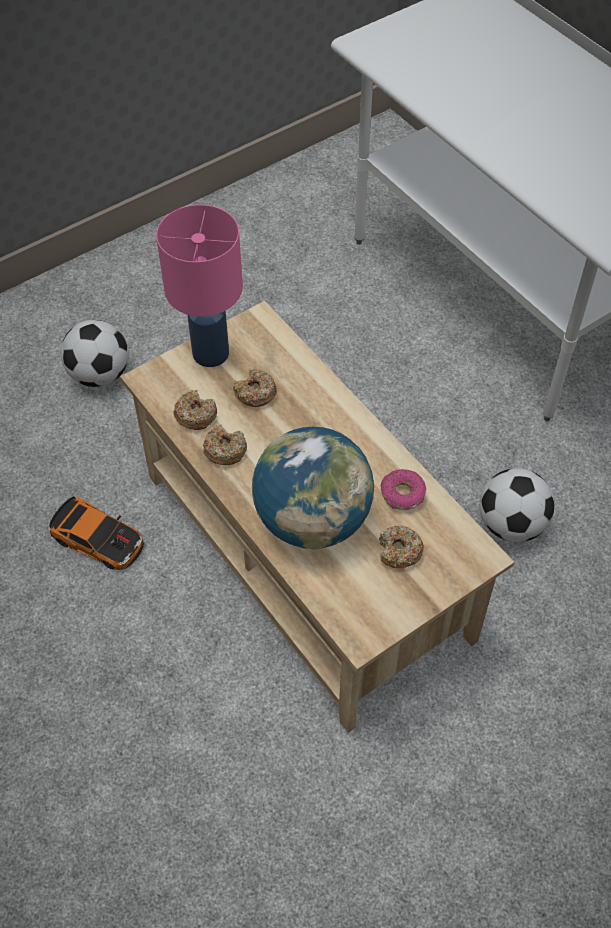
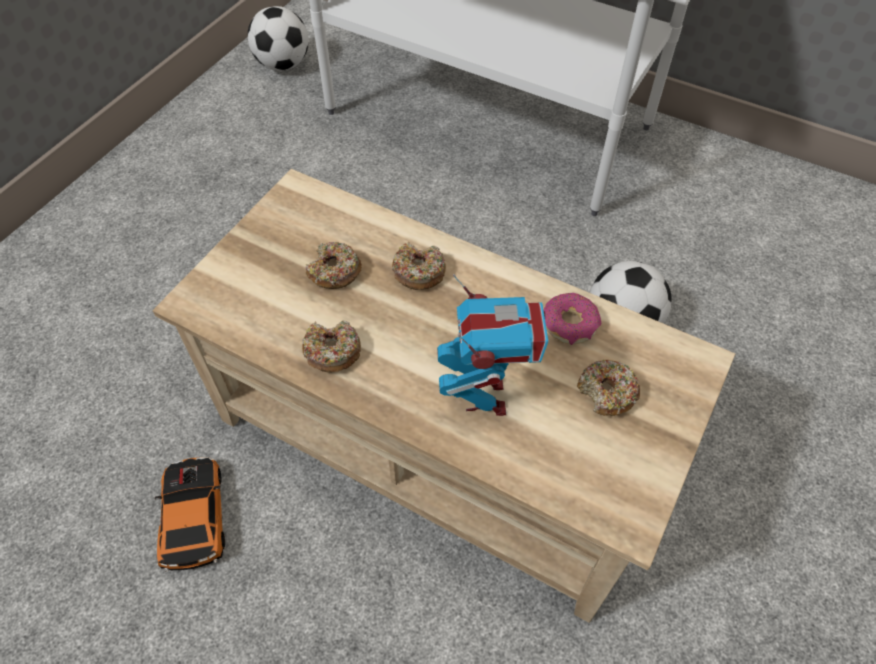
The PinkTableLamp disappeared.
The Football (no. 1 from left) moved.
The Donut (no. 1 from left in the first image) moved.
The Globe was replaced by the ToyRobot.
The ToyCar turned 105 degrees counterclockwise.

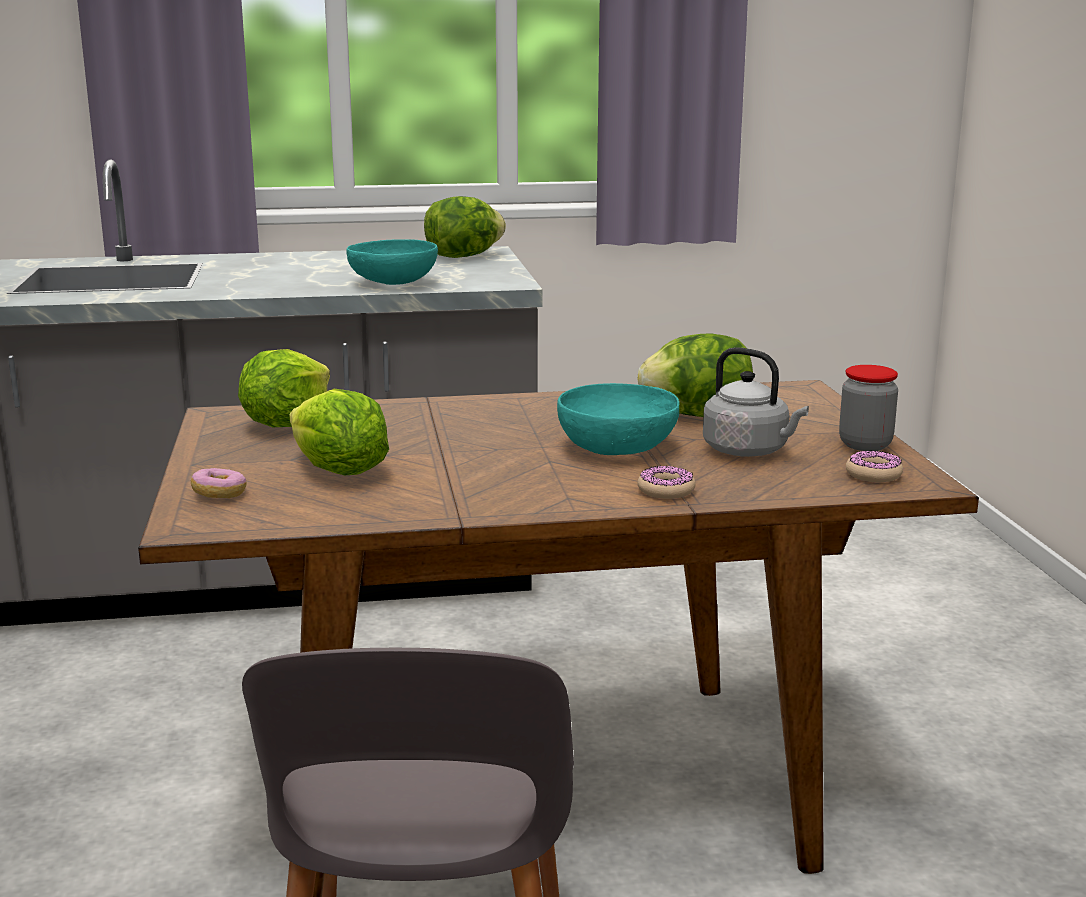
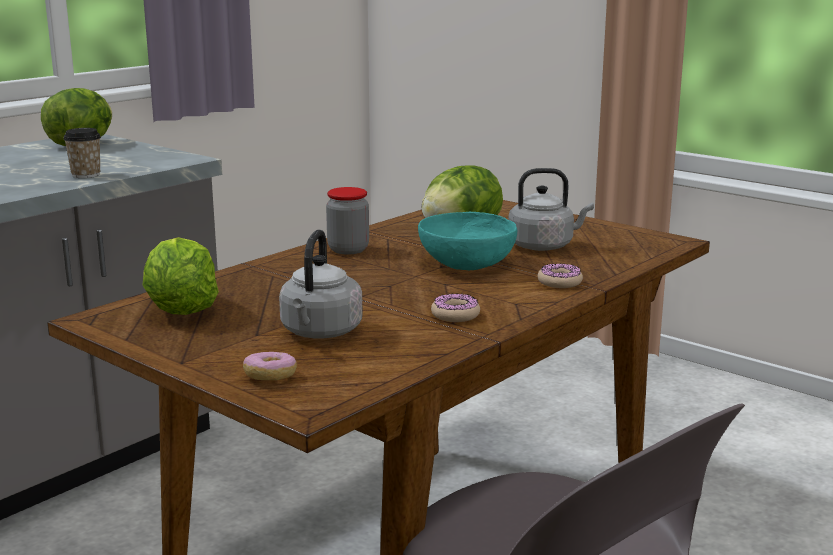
The Jar moved.
The Donut (no. 3 from left in the first image) moved.
The Lettuce (no. 2 from left) was replaced by the GreyKettle (no. 1 from left).
The TurquoiseBowl (no. 1 from left) was replaced by the Cup.

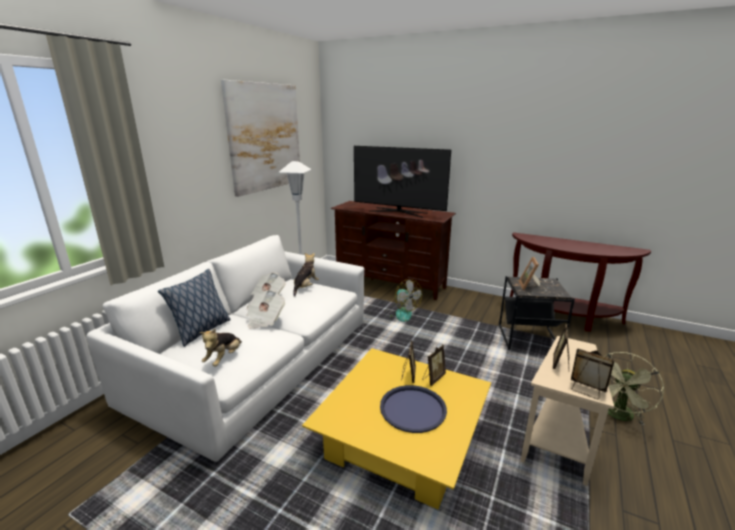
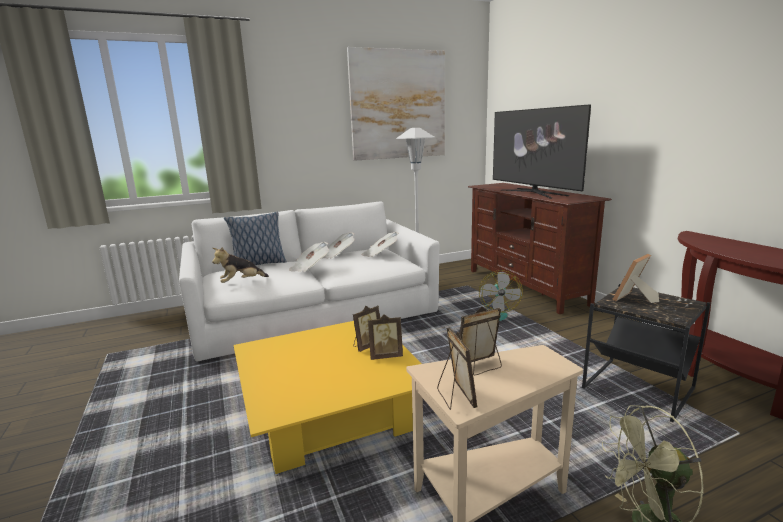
The BlueTray disappeared.
The PlushToy (no. 2 from left) was replaced by the Newspaper (no. 3 from left).

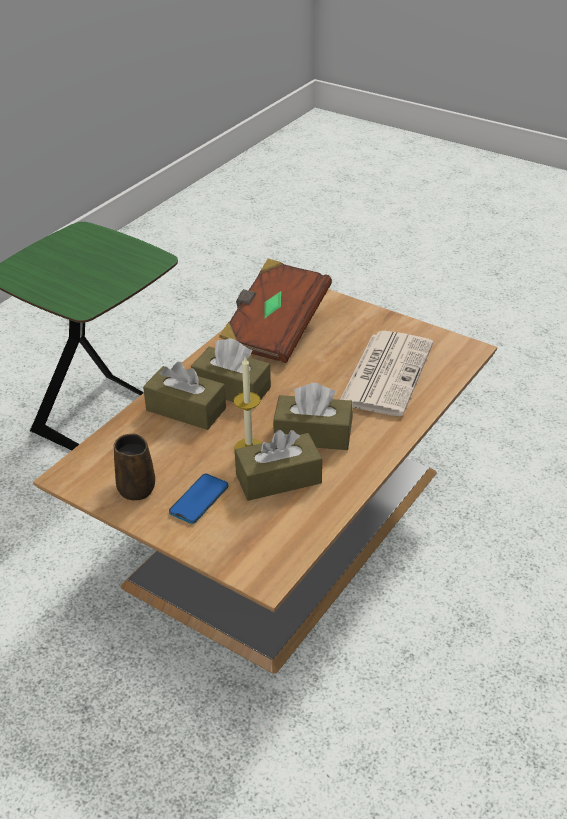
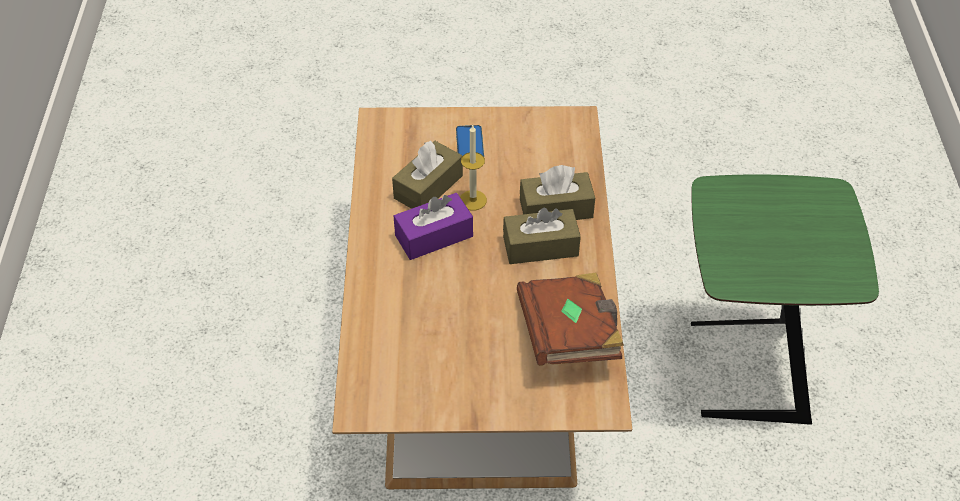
The BrownMug disappeared.
The Newspaper disappeared.
The BrownTissueBox (no. 4 from left) became the PurpleTissueBox.

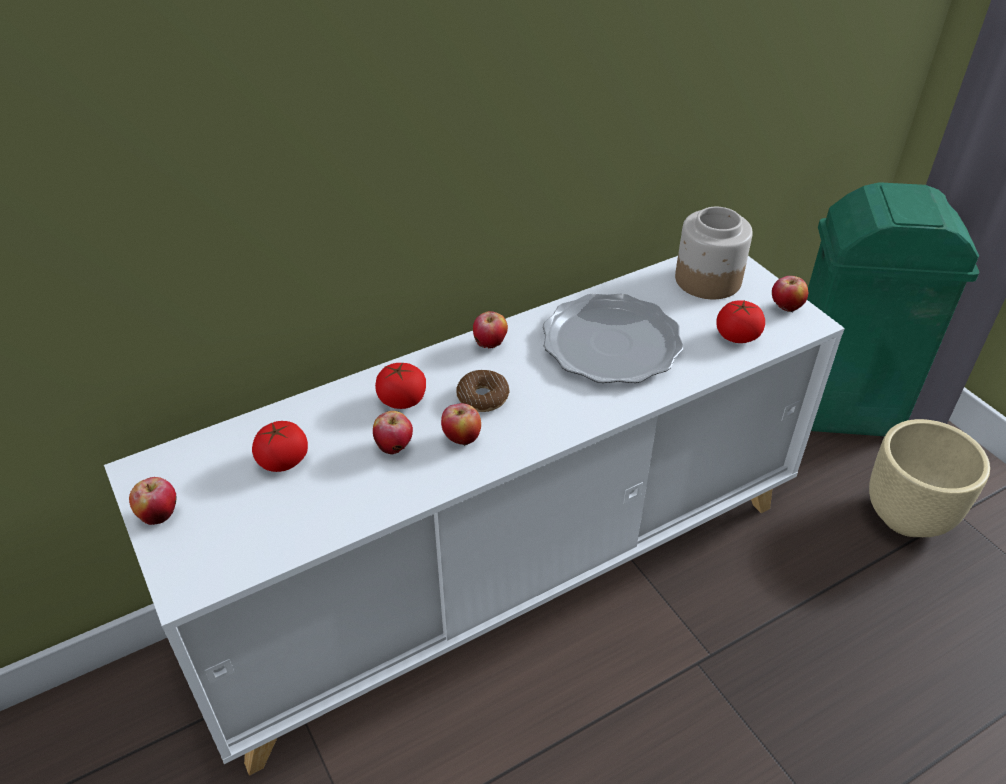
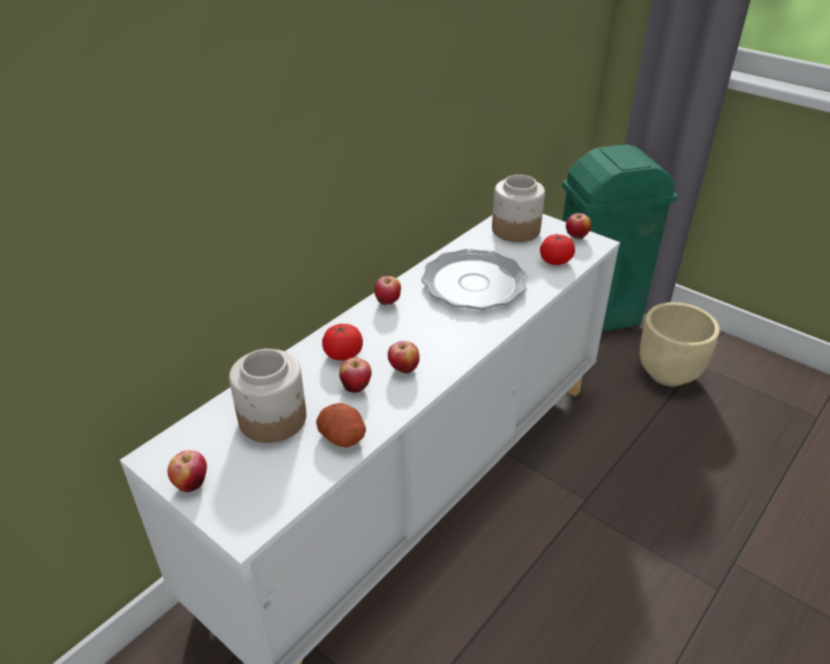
The Donut disappeared.
The Potato appeared.
The Tomato (no. 1 from left) was replaced by the Jar (no. 1 from left).

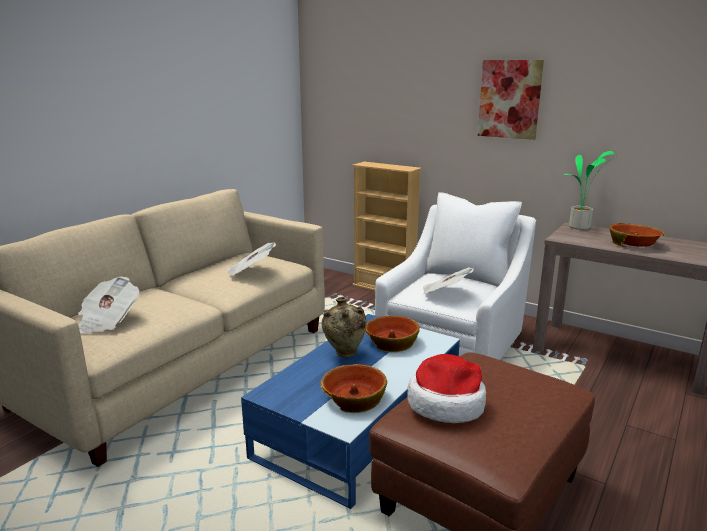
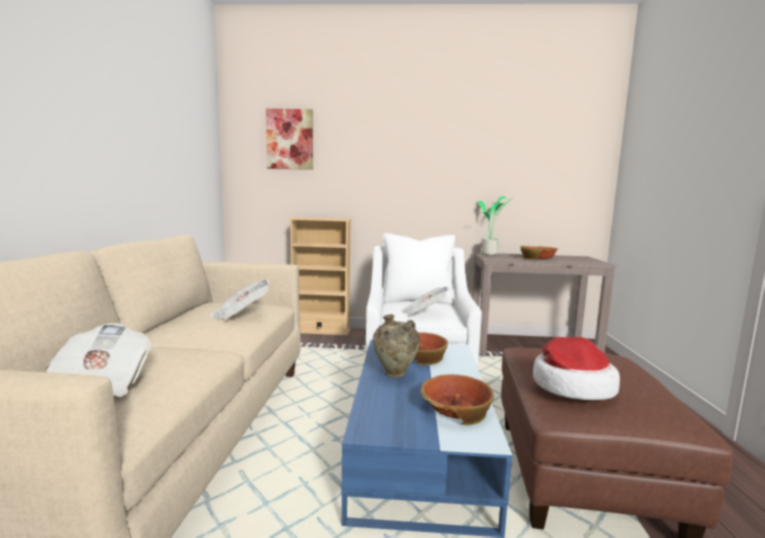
The Picture moved.

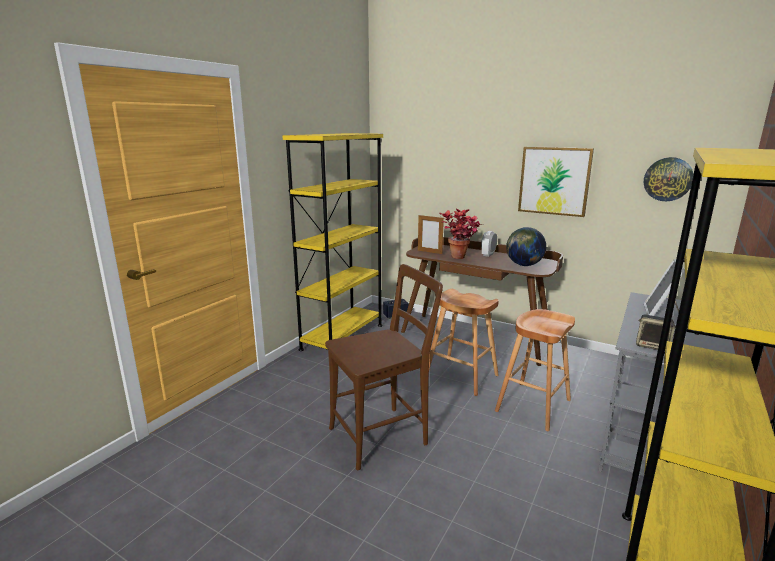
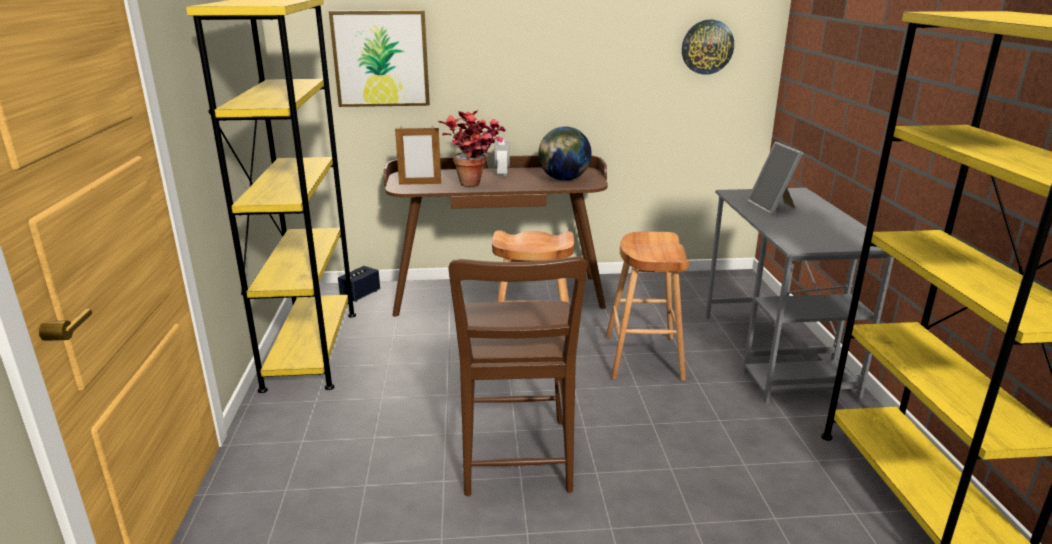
The Speaker (no. 2 from left) disappeared.
The Picture moved.
The BrownChair turned 150 degrees clockwise.

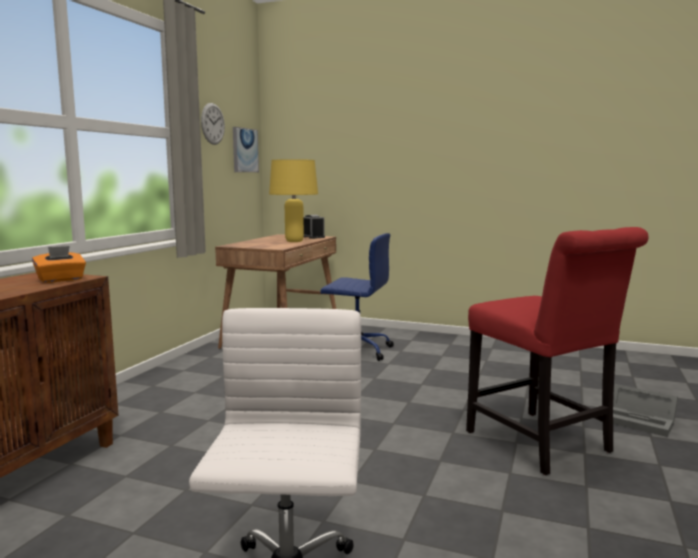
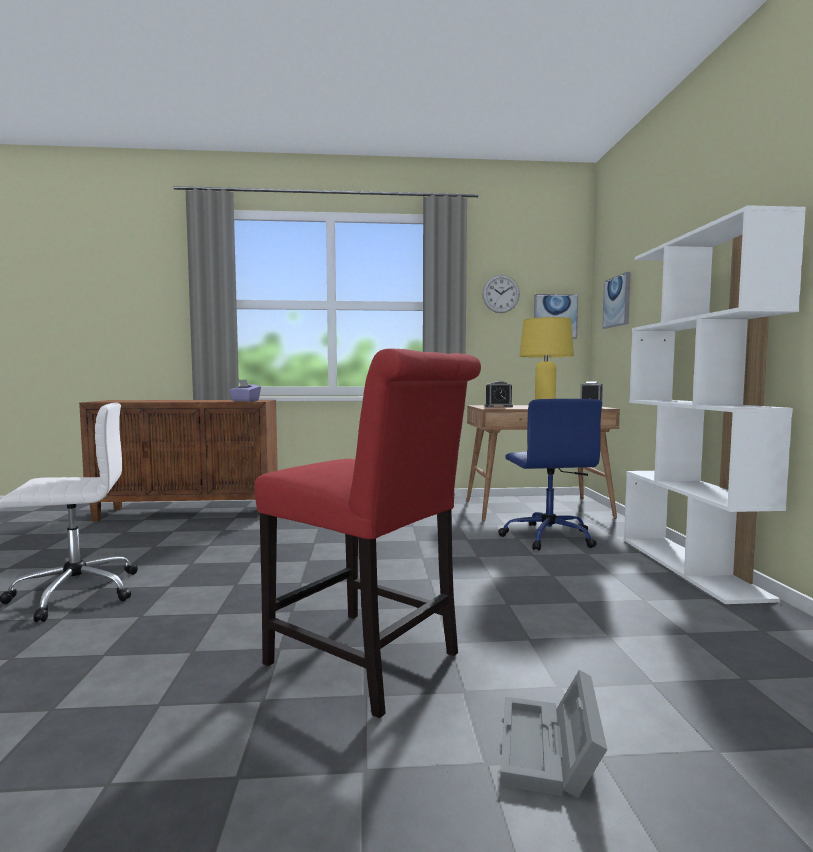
The AlarmClock (no. 1 from left) appeared.
The Picture (no. 2 from left) appeared.
The WhiteBookcase appeared.
The OrangeTissueBox became the PurpleTissueBox.
The RedChair turned 90 degrees counterclockwise.

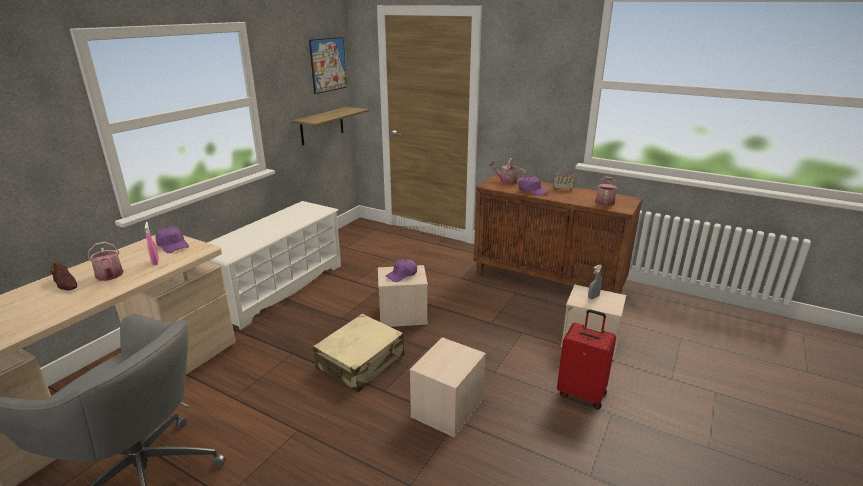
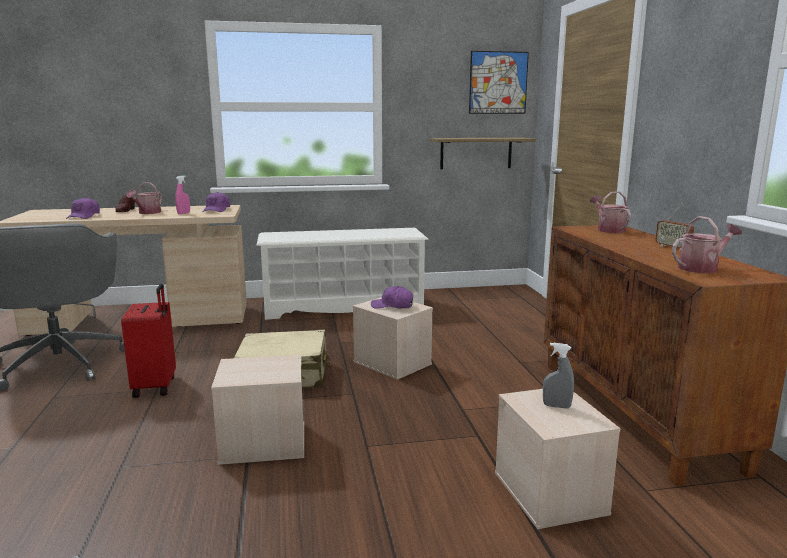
The PurpleCap (no. 3 from left in the first image) moved.
The RedSuitcase moved.

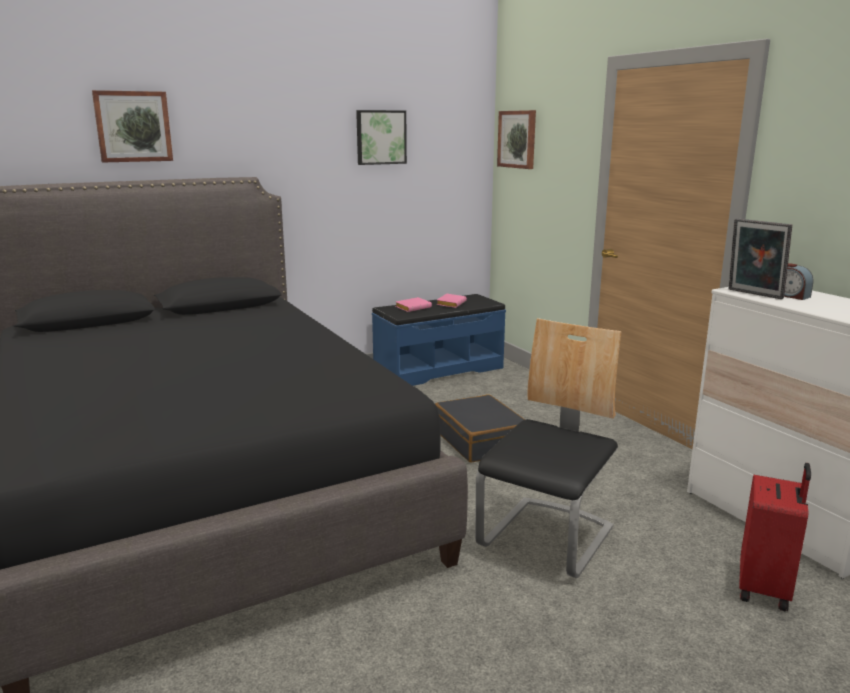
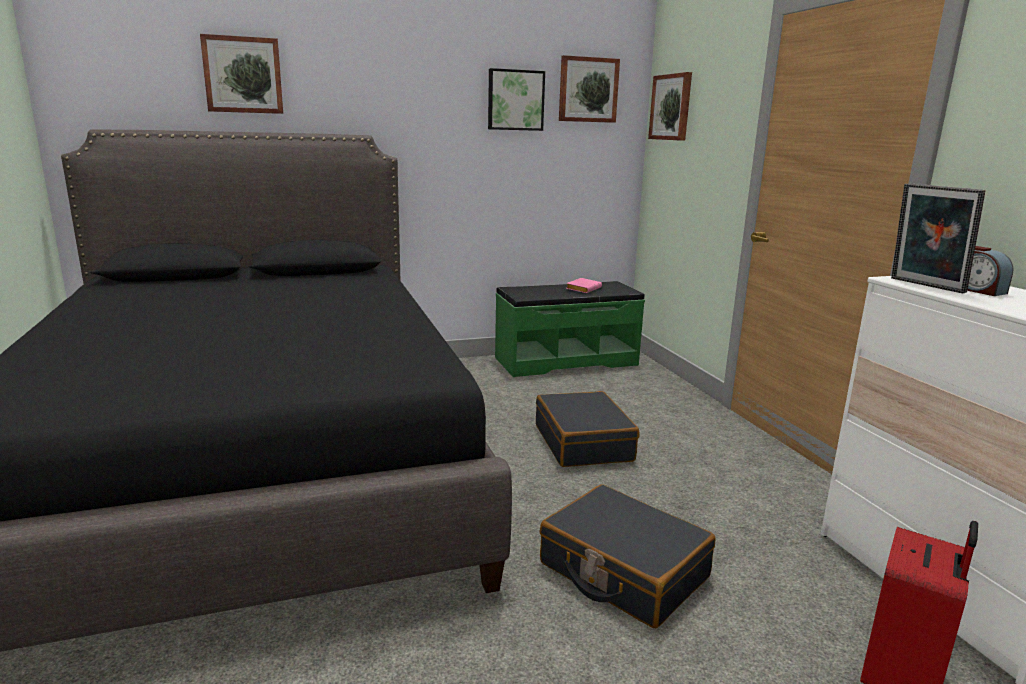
The PinkBook (no. 1 from left) disappeared.
The Picture (no. 3 from left) appeared.
The Chair was replaced by the BlackSuitcase (no. 2 from left).
The BlueBench became the GreenBench.

